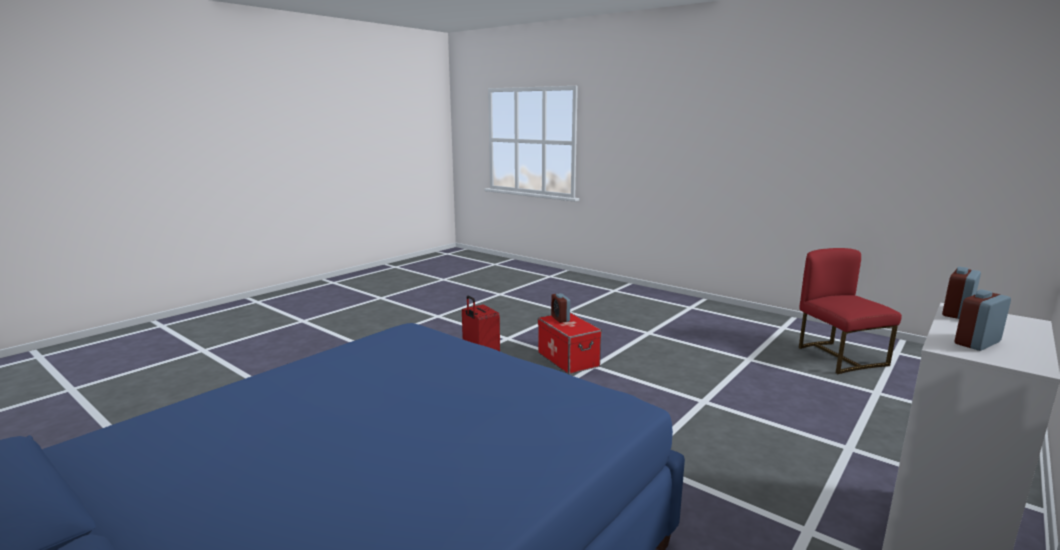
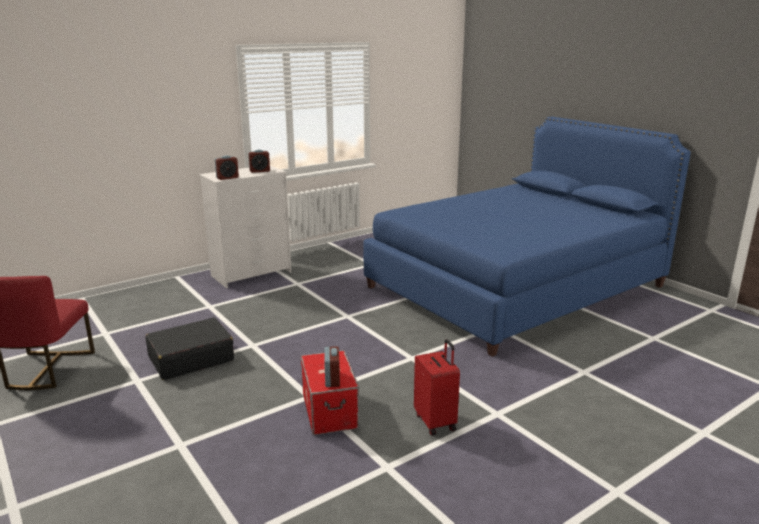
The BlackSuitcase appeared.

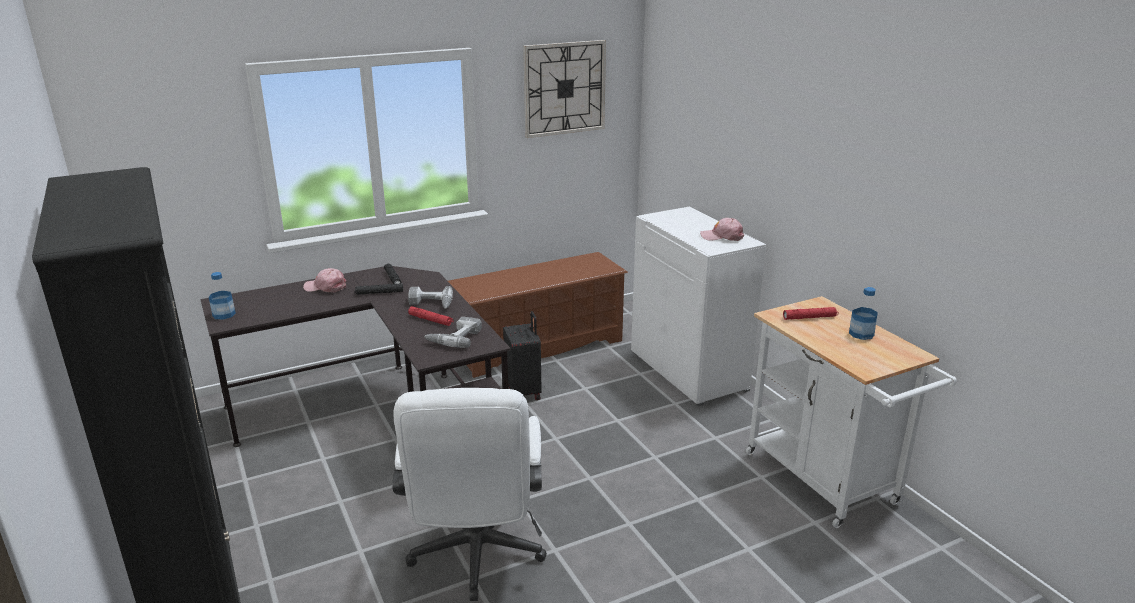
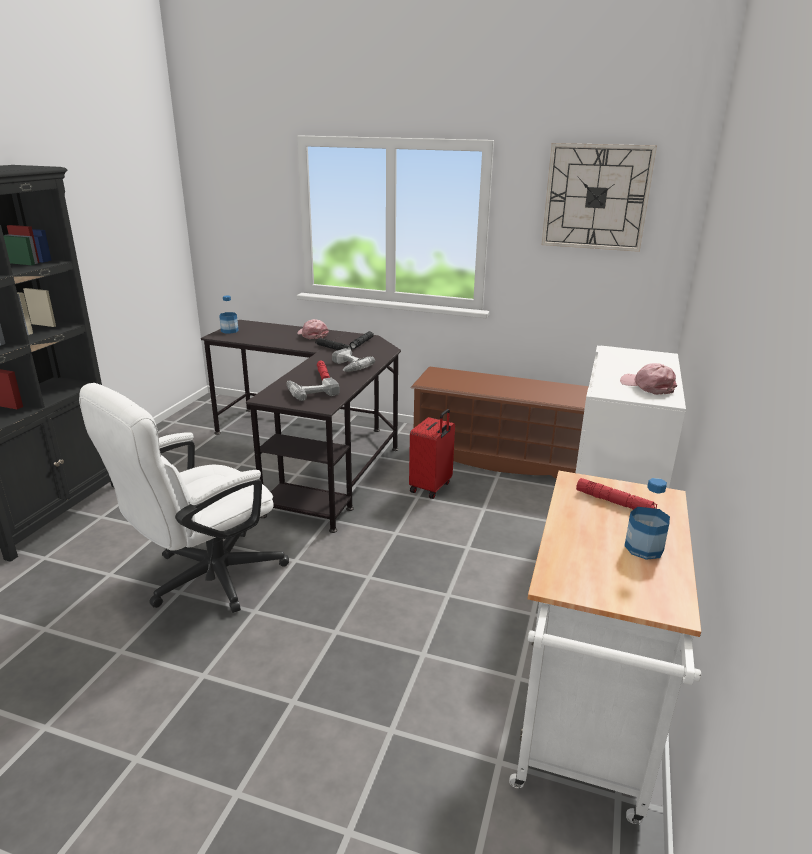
The BlackSuitcase became the RedSuitcase.

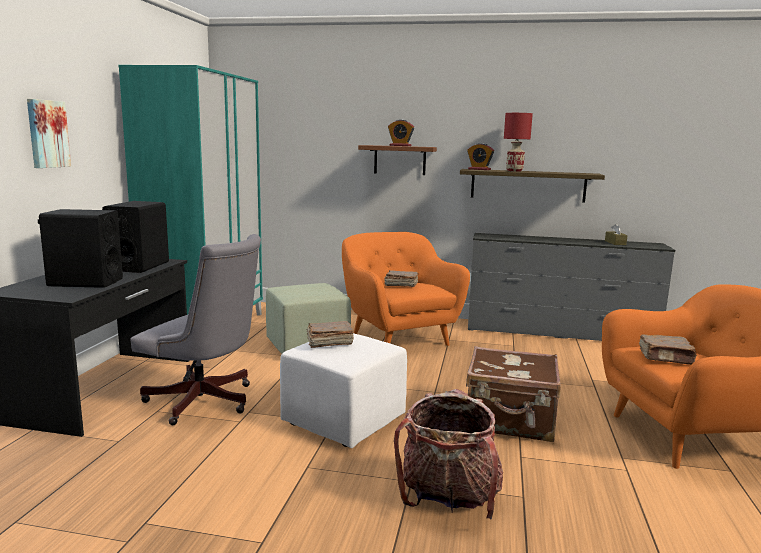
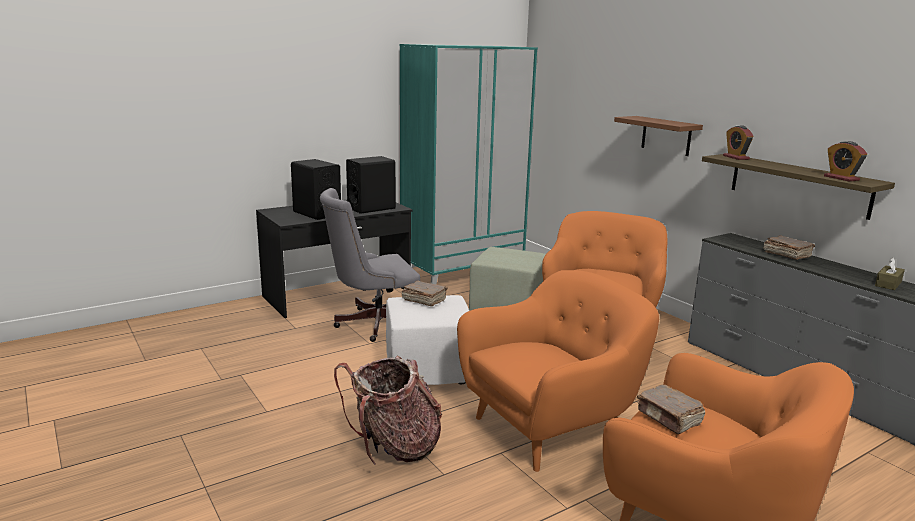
The Picture disappeared.
The RedTableLamp disappeared.
The BrownBook (no. 2 from left in the first image) moved.
The AlarmClock (no. 1 from left in the first image) moved.
The BrownSuitcase was replaced by the OrangeArmchair (no. 1 from left).
The GreyOfficeChair turned 90 degrees clockwise.

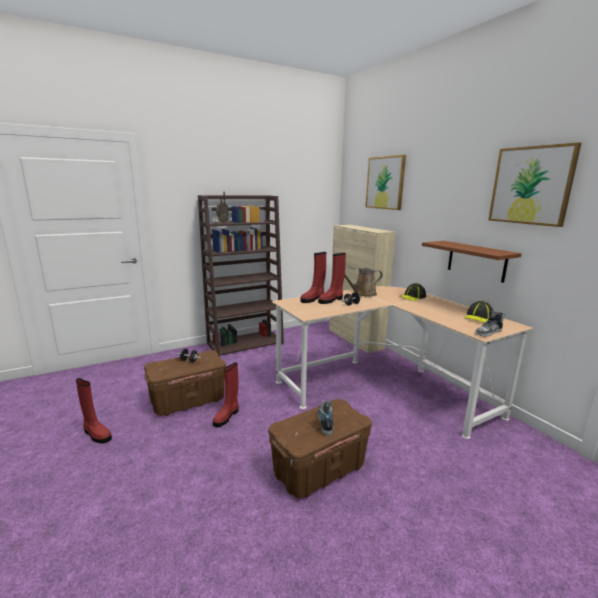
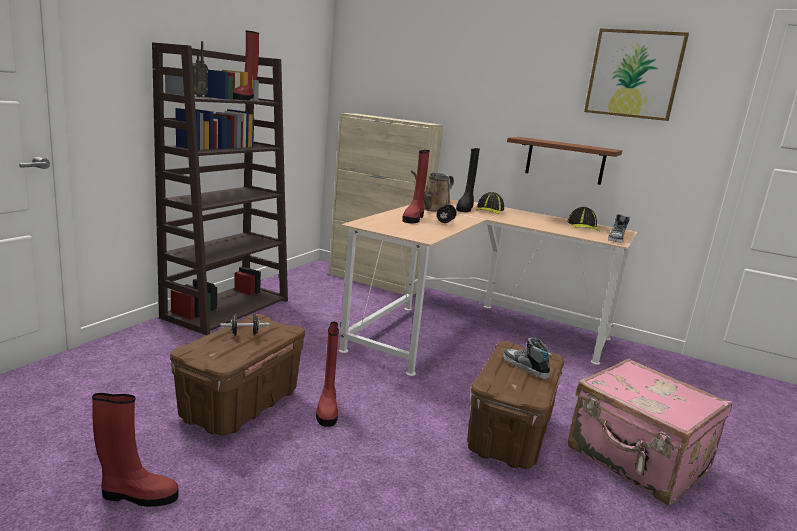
The Picture (no. 1 from left) disappeared.
The BlackBoot appeared.
The PinkSuitcase appeared.
The RedBoot (no. 3 from left in the first image) moved.

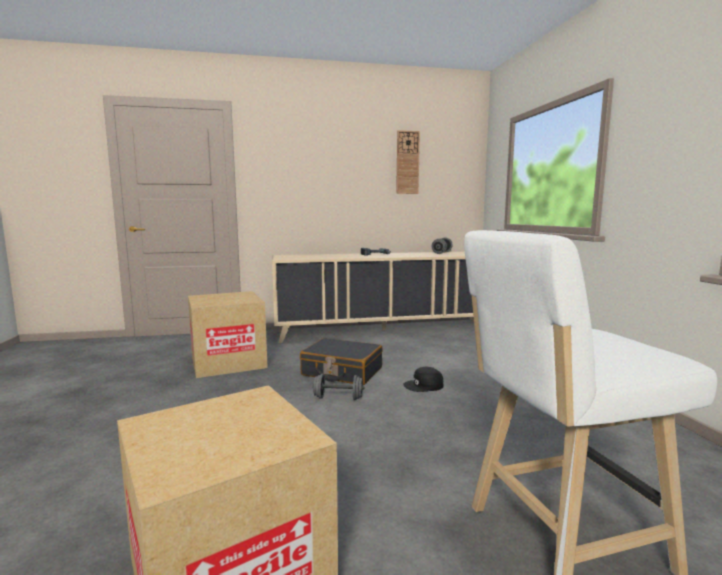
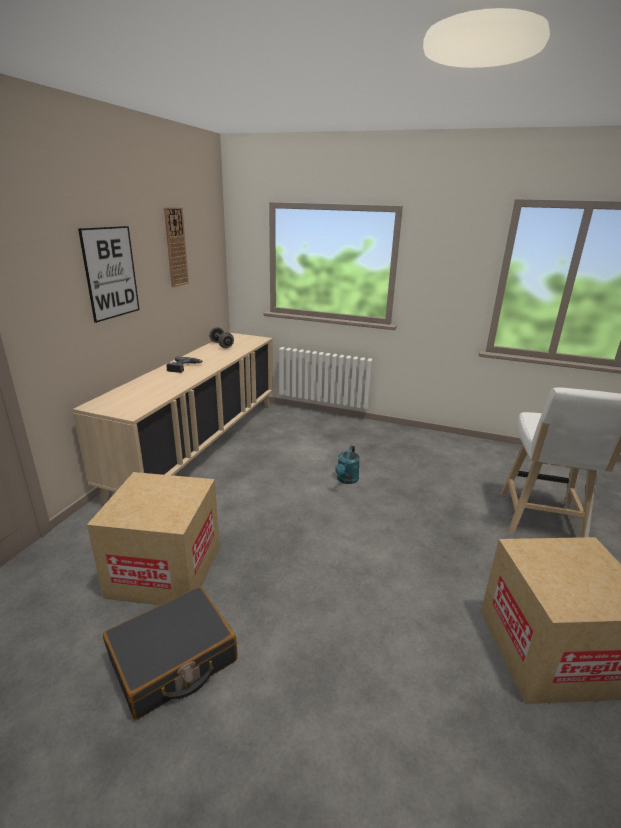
The GreyDumbbell (no. 1 from left) disappeared.
The Picture appeared.
The BlackSuitcase moved.
The BlackCap was replaced by the TurquoiseWateringCan.

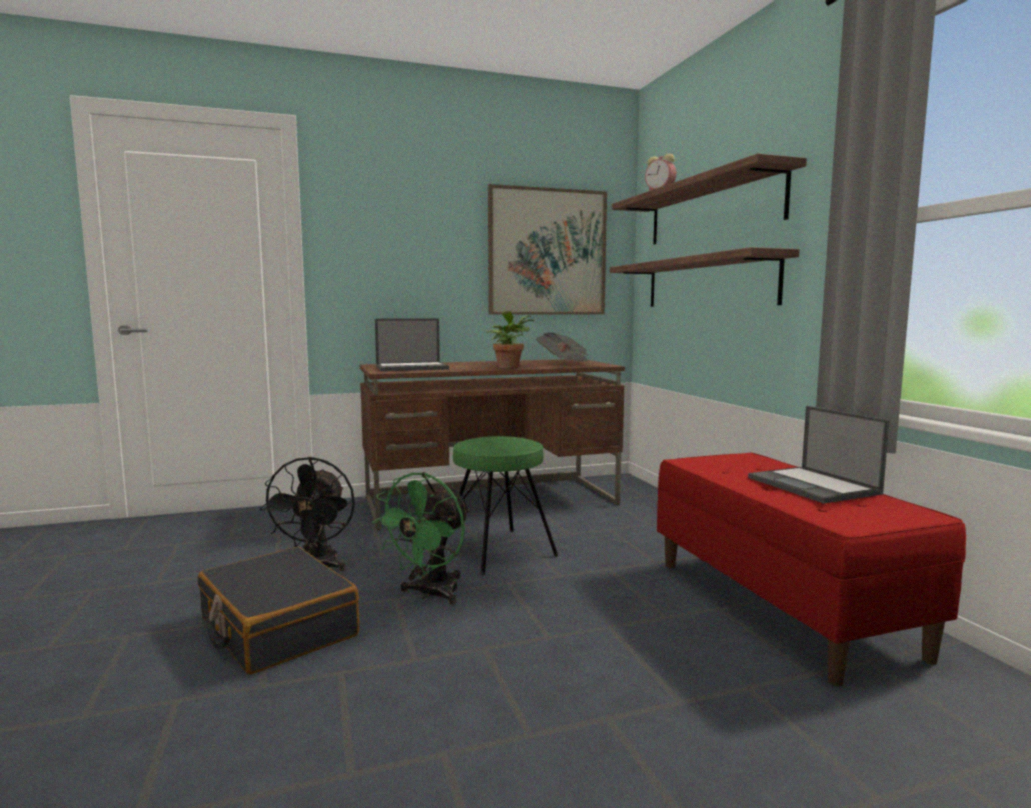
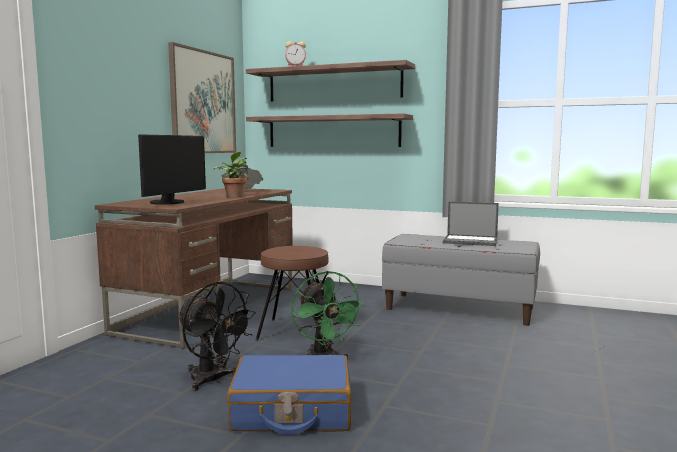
The Laptop (no. 1 from left) was replaced by the Monitor.
The BlackSuitcase became the BlueSuitcase.
The GreenStool became the BrownStool.
The RedBench became the GreyBench.

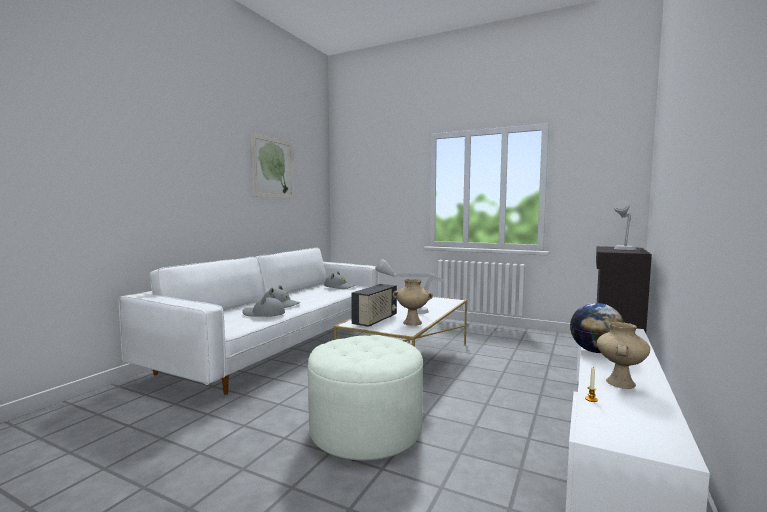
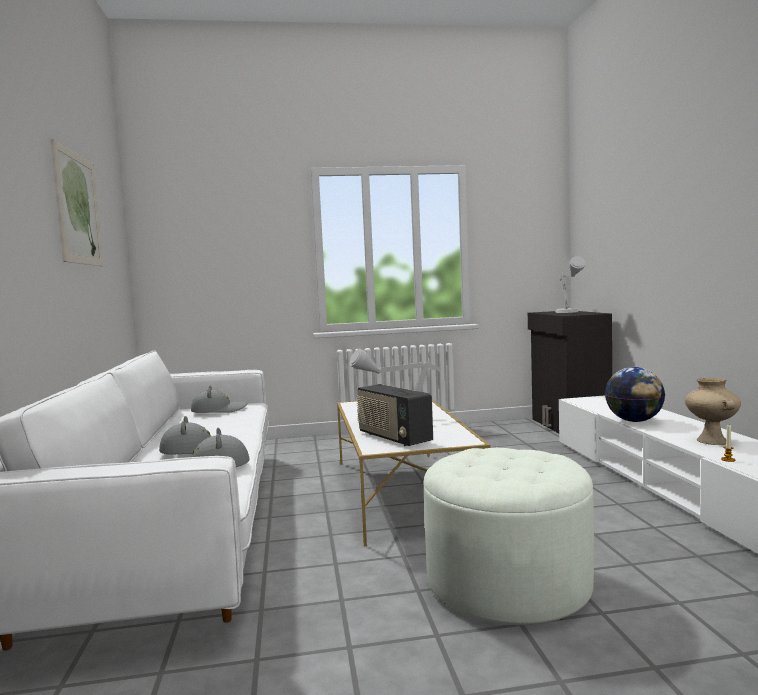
The BeigeVase (no. 1 from left) disappeared.
The Radio turned 150 degrees clockwise.

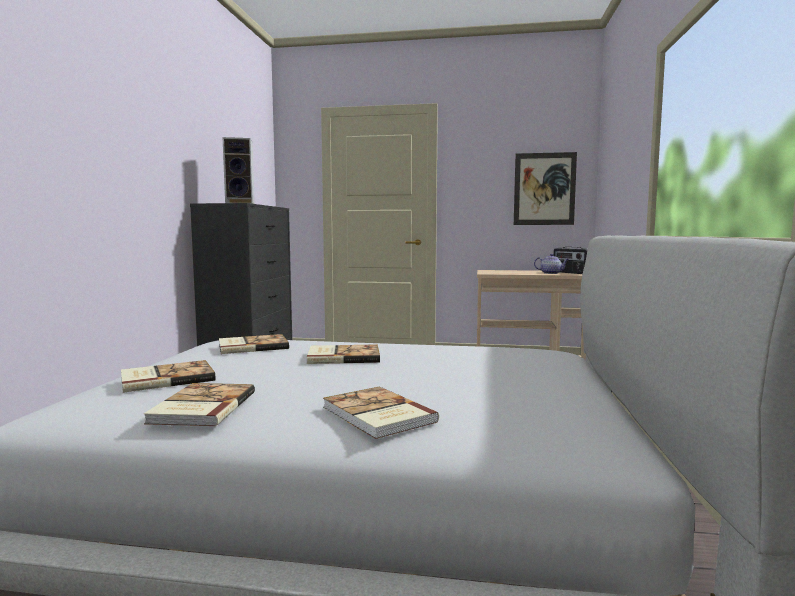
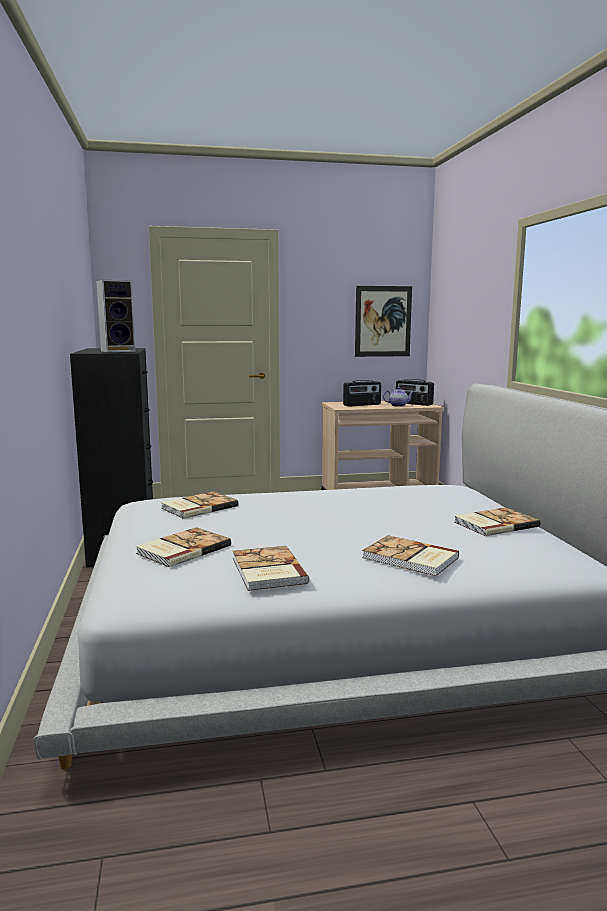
The Radio (no. 1 from left) appeared.
The Book (no. 4 from left in the first image) moved.

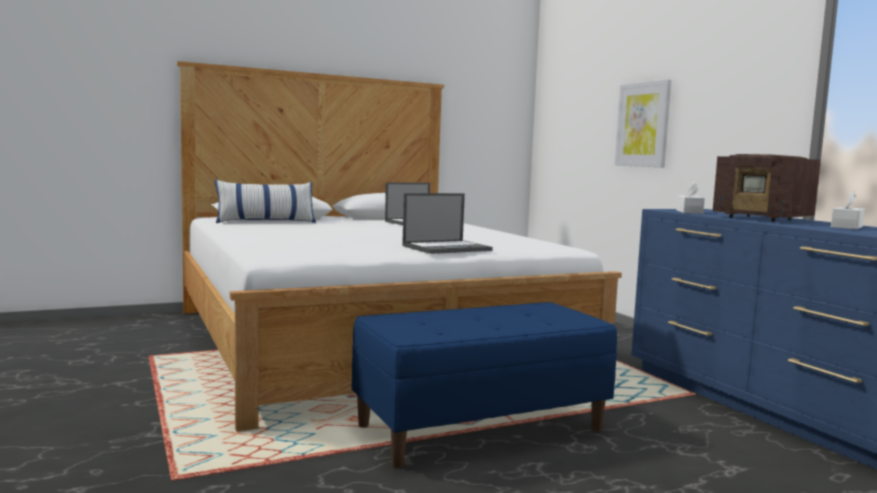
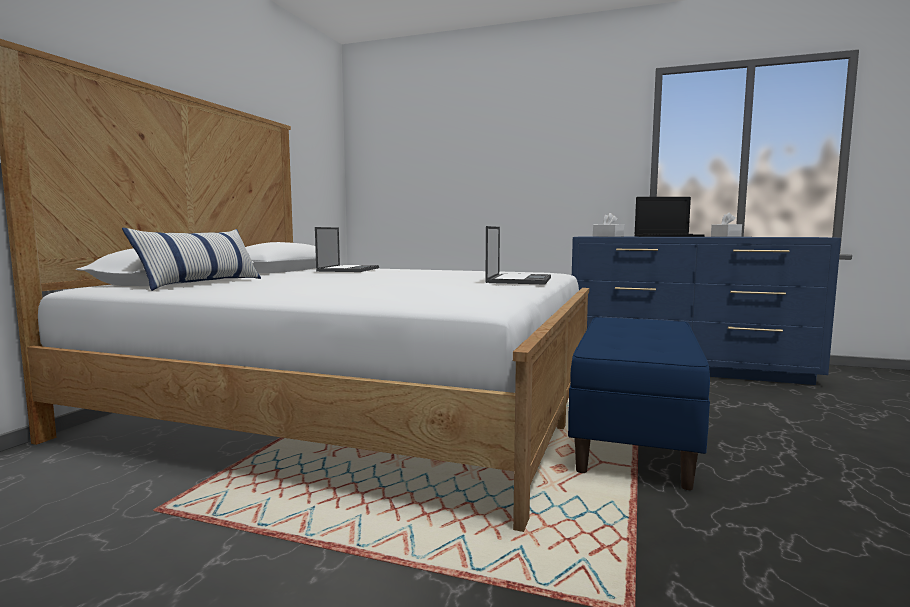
The Picture disappeared.
The Radio was replaced by the Laptop (no. 3 from left).

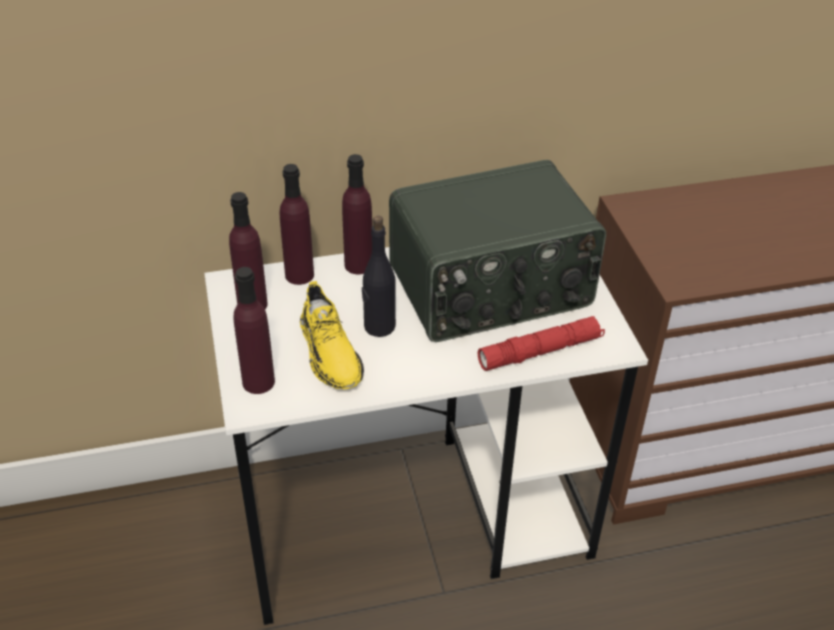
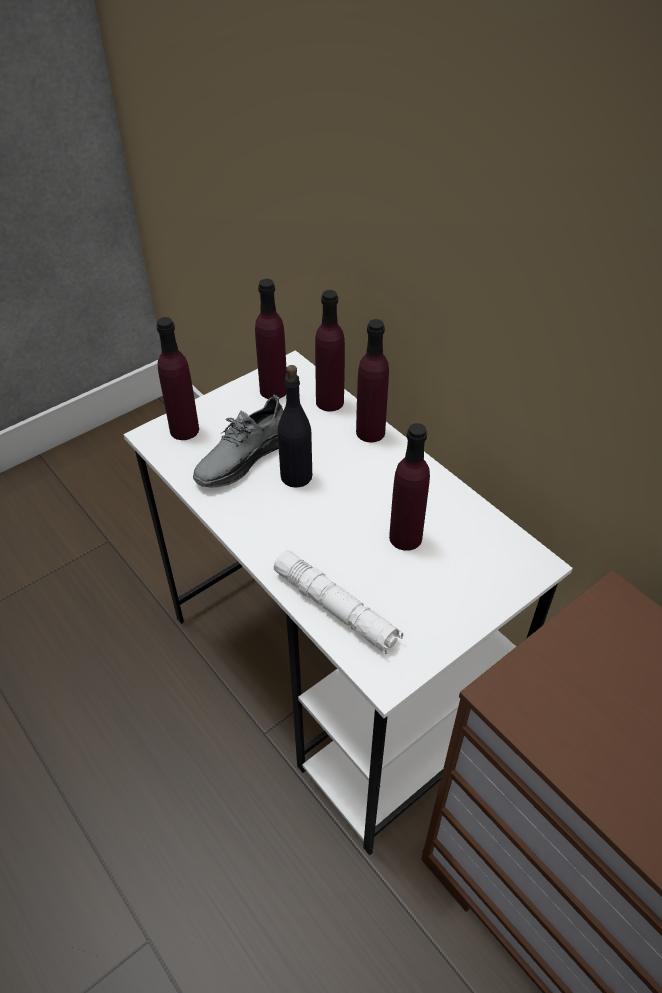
The Radio was replaced by the PurpleBottle (no. 5 from left).
The YellowShoe became the GreyShoe.
The RedFlashlight became the WhiteFlashlight.

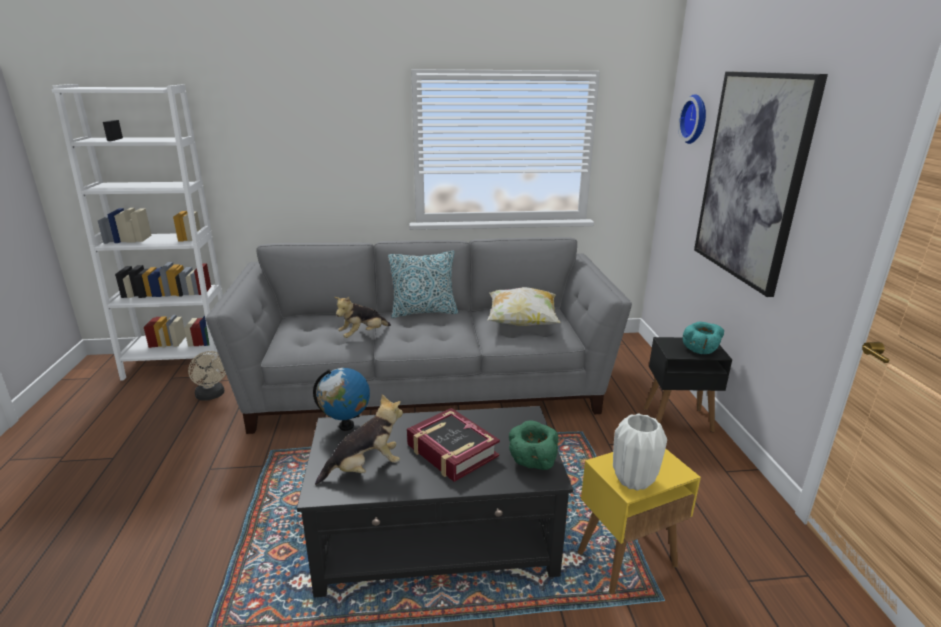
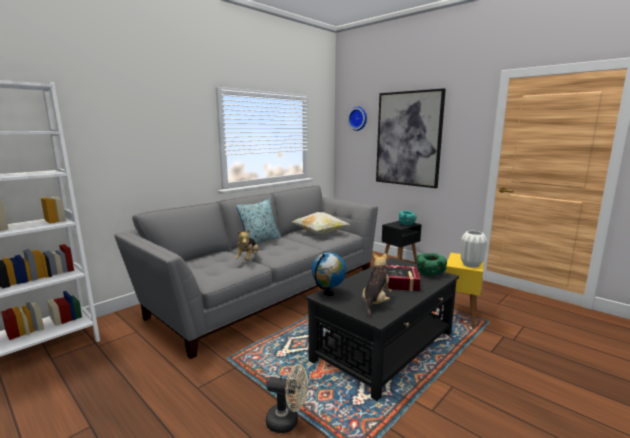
The BeigeFan moved.

